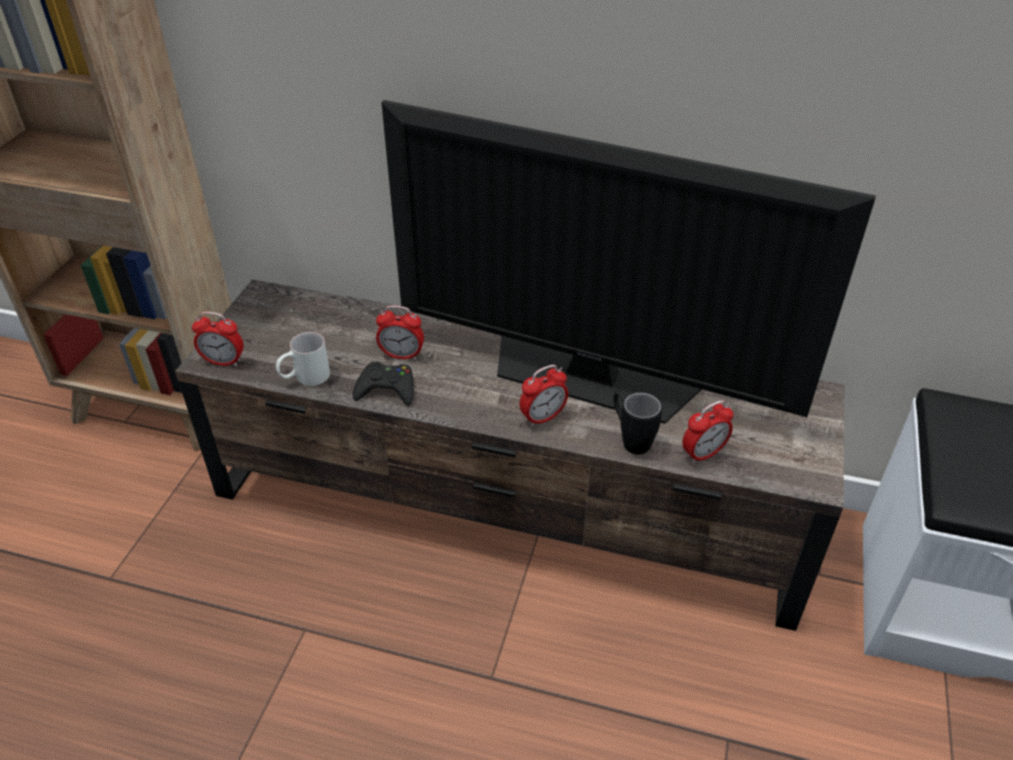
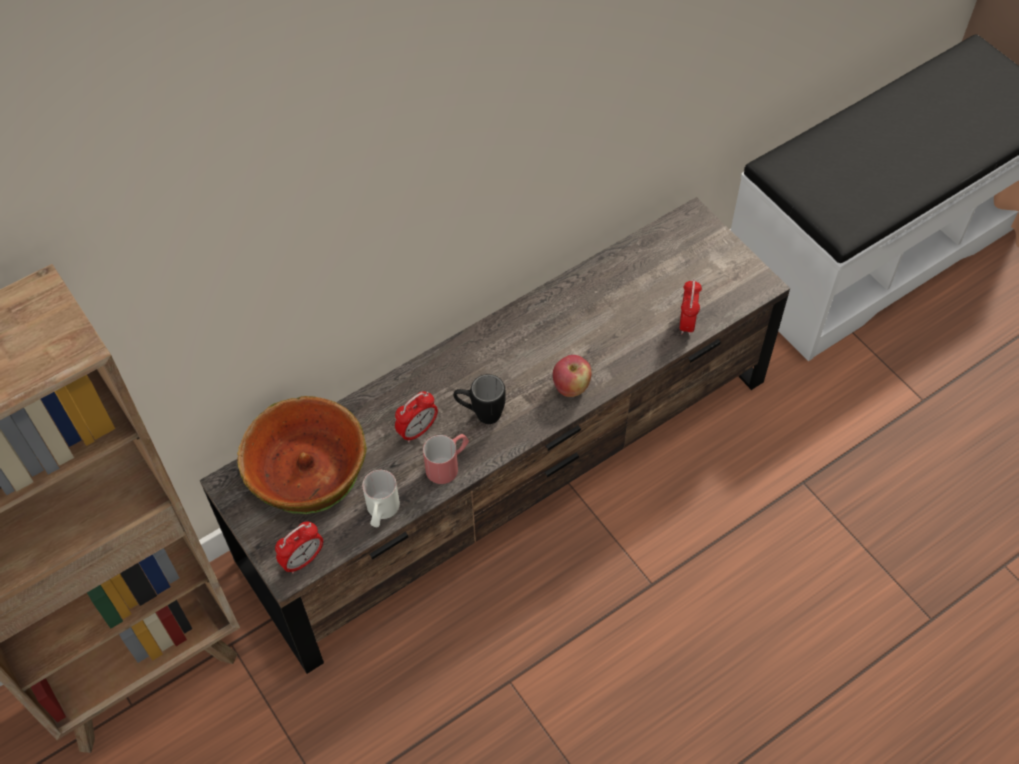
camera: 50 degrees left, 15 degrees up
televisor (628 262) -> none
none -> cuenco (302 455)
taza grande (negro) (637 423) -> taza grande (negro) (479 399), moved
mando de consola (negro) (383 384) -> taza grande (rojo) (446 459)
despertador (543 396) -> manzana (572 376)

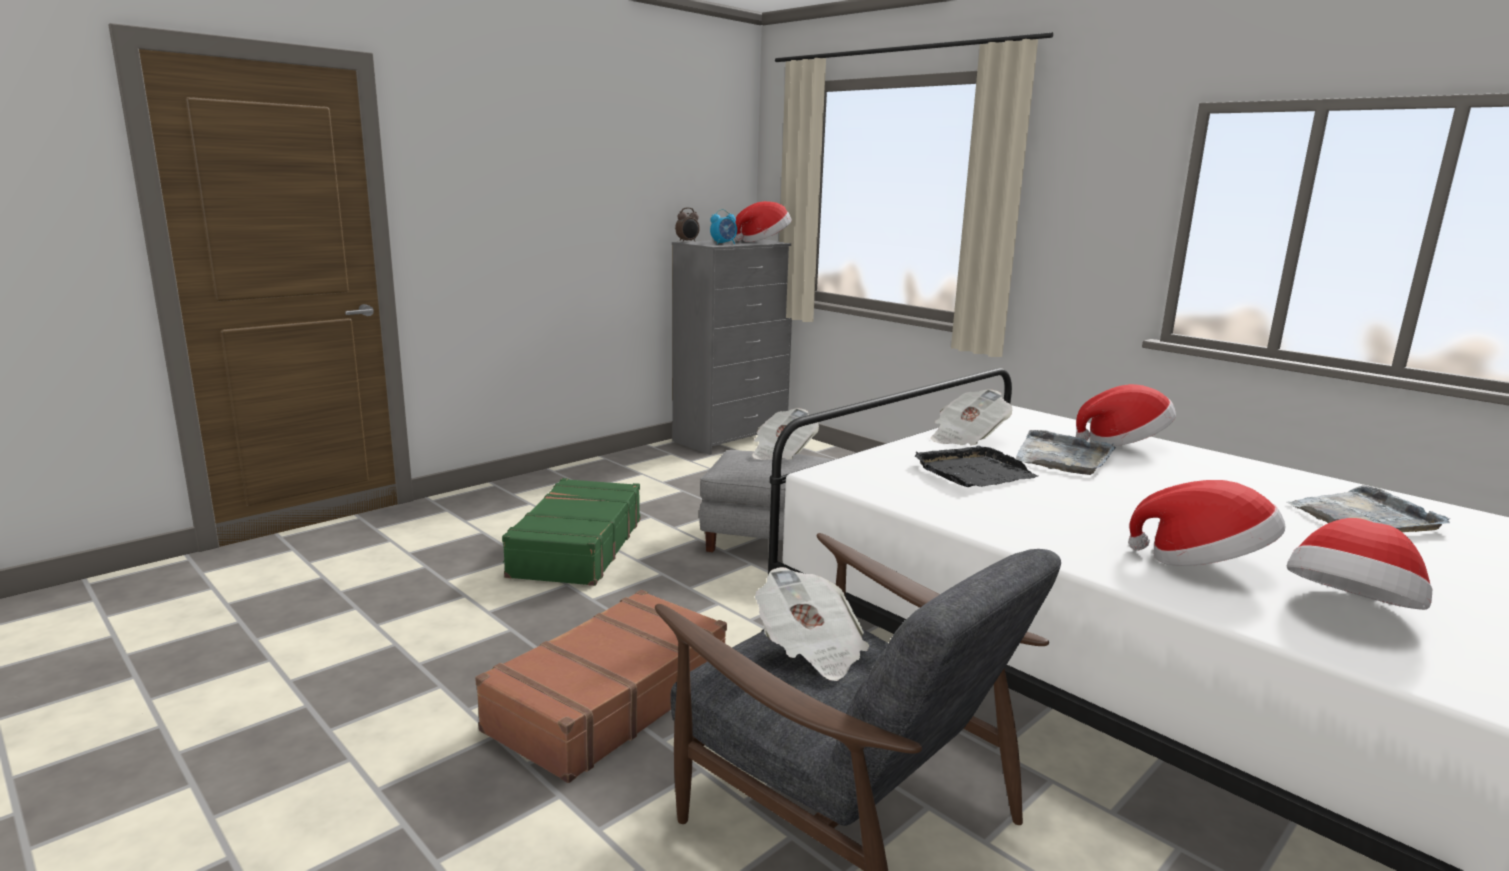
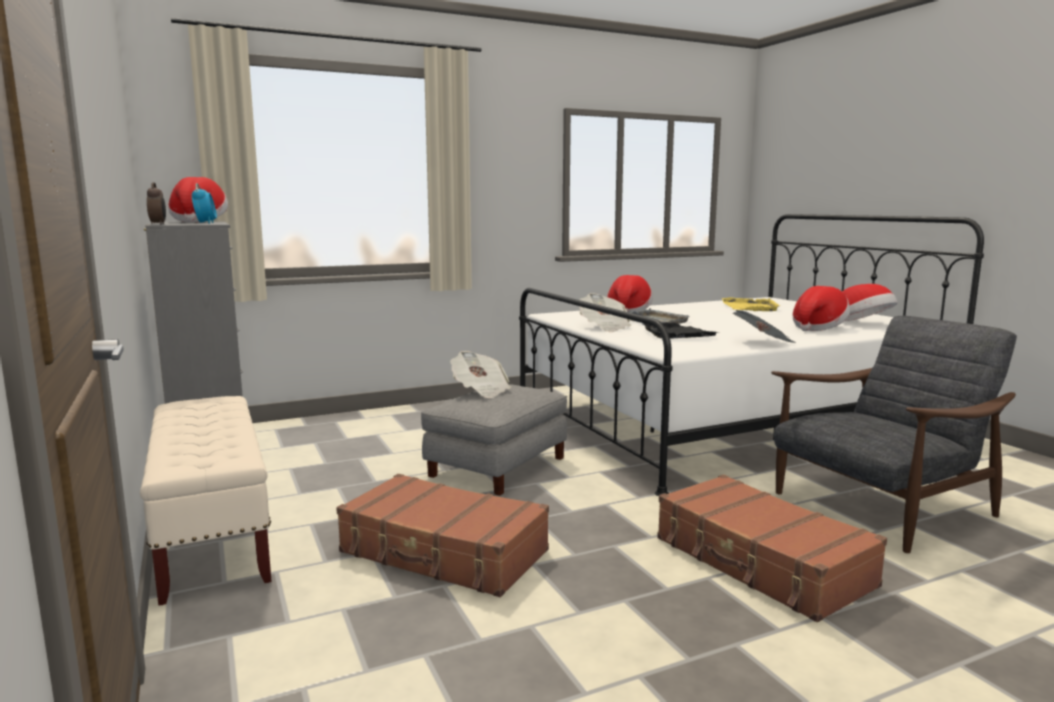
camera: 70 degrees left, 5 degrees down
none -> banco (beis) (206 500)
periódico (812 624) -> periódico (764 326), moved
maleta (verde) (571 532) -> maleta (marrón) (442 535)
bandeja (gris) (1368 508) -> bandeja (amarillo) (751 304)

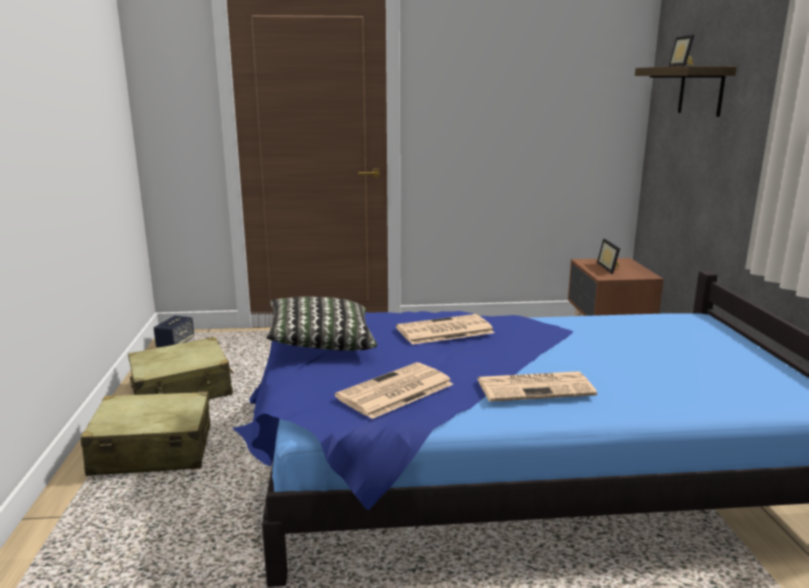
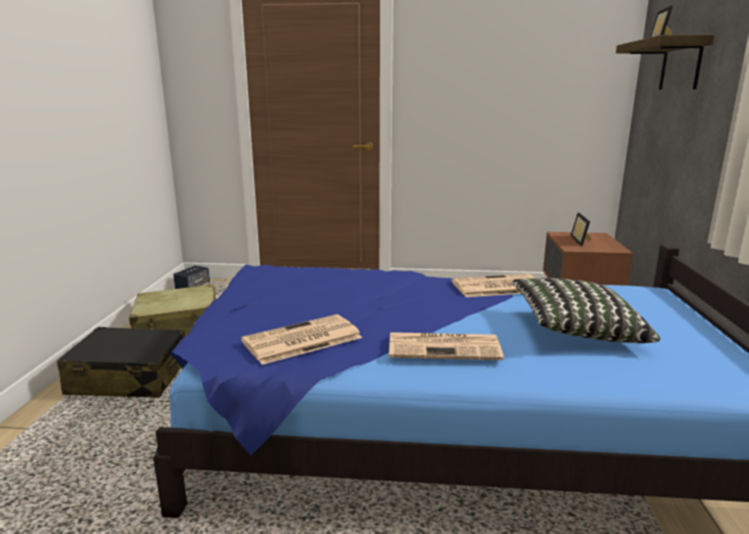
camera: 10 degrees right, 0 degrees up
cojín (321 324) -> cojín (585 310), moved
periódico (445 329) -> periódico (493 285), moved
maleta (beis) (145 433) -> maleta (negro) (121 362)

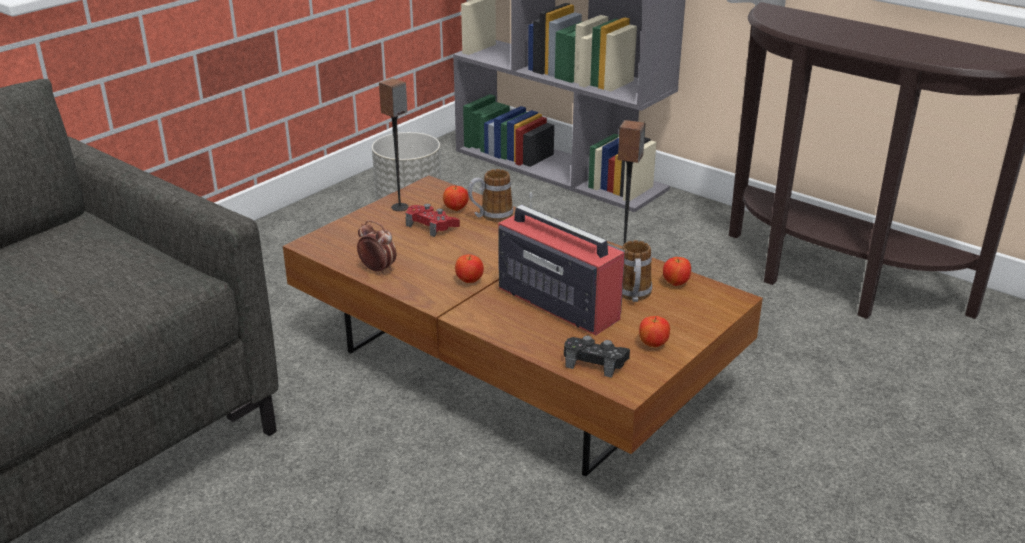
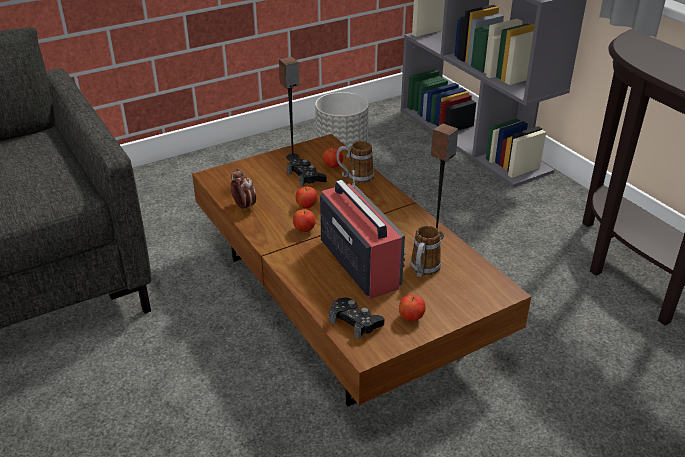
camera: 20 degrees right, 5 degrees up
manzana (677 271) -> manzana (307 197), moved
mando de consola (rojo) (433 220) -> mando de consola (negro) (307 172)

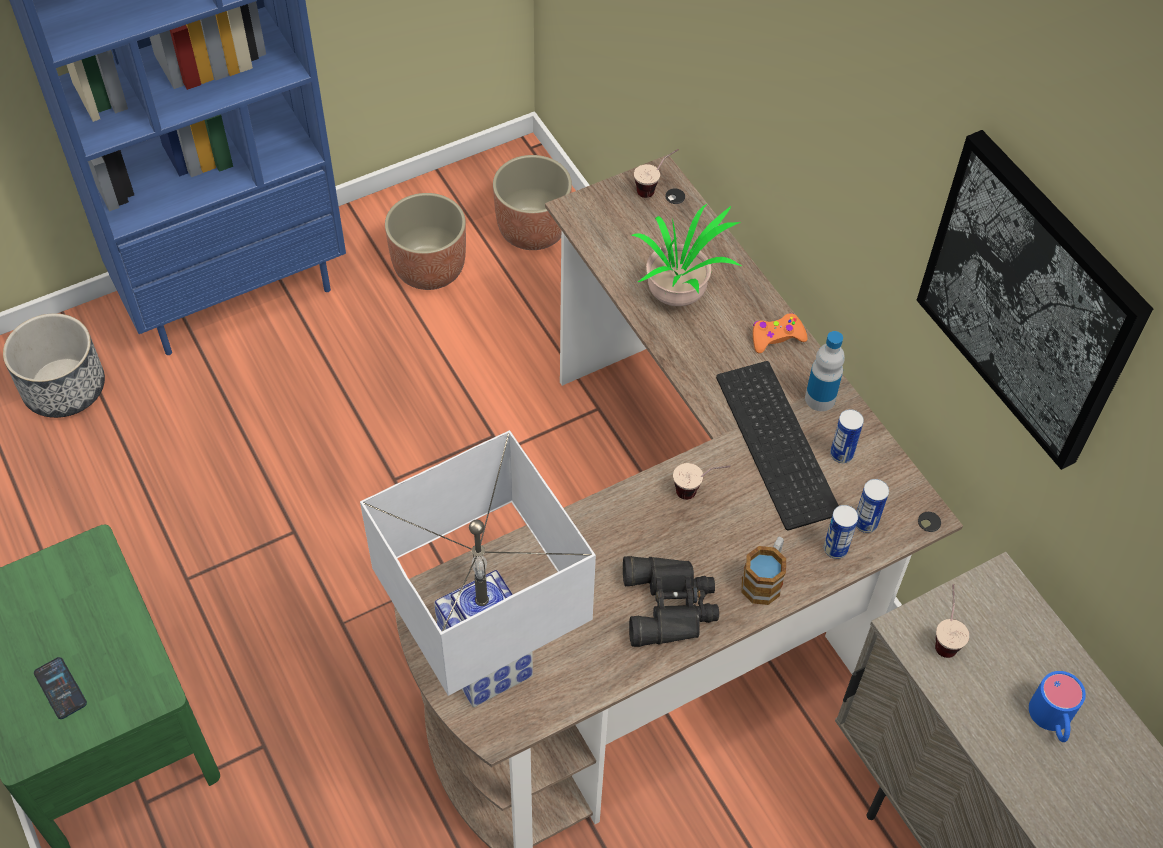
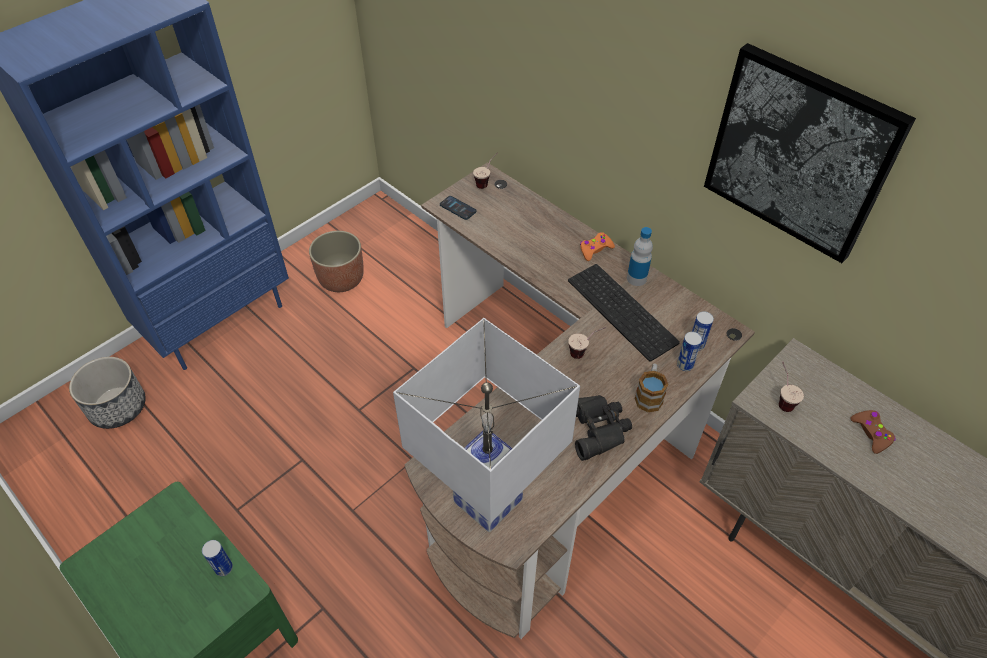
camera: 15 degrees left, 5 degrees down
maceta (532 202) -> none
planta en maceta (686 254) -> none
móvil (60 688) -> móvil (458 208), moved
lata (847 436) -> lata (217 558), moved
taza grande (azul) (1057 706) -> mando de consola (marrón) (873 432)

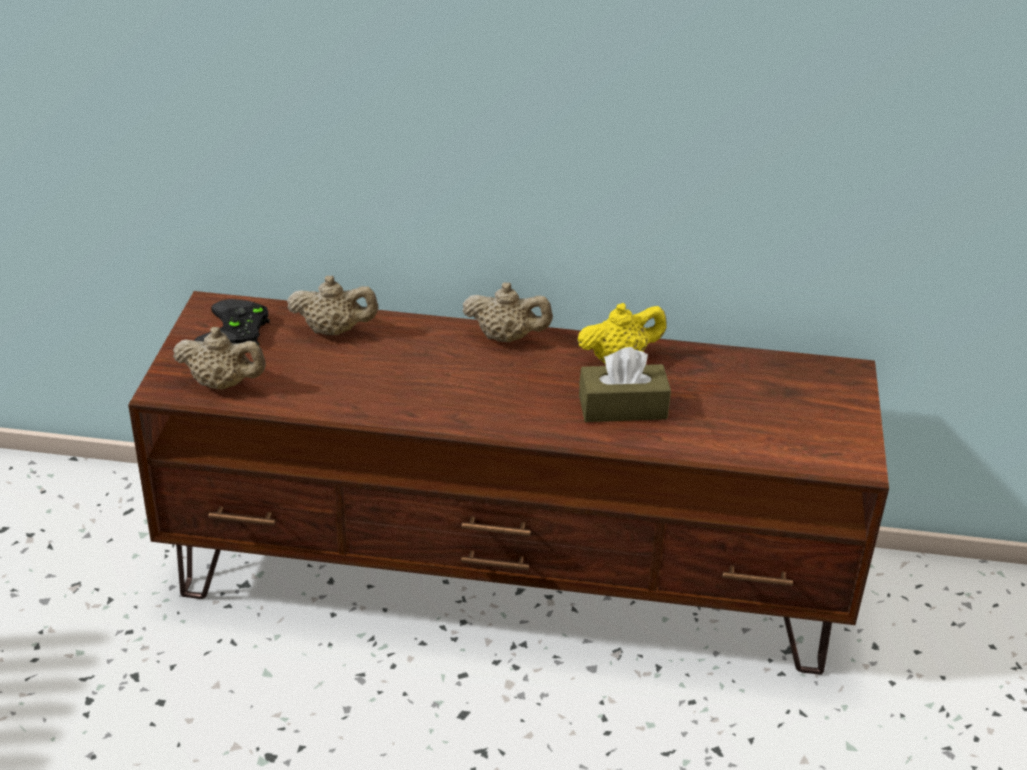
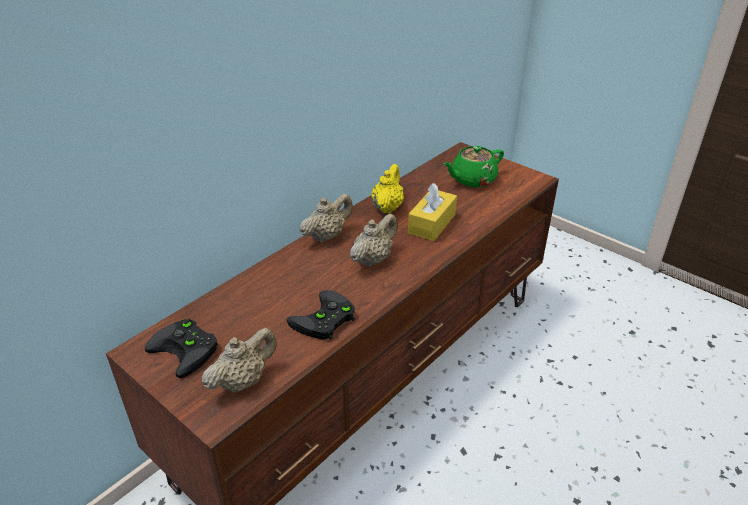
camera: 55 degrees left, 0 degrees up
none -> mando de consola (negro) (321 315)
none -> tetera (verde) (474 166)
tetera (beis) (332 305) -> tetera (beis) (374 240), moved
caja de pañuelos (marrón) (625 384) -> caja de pañuelos (amarillo) (432 212)

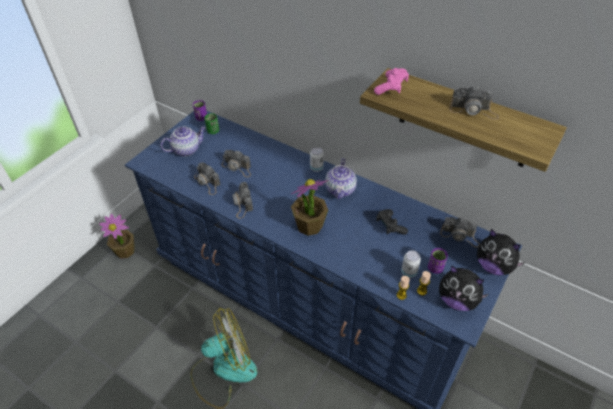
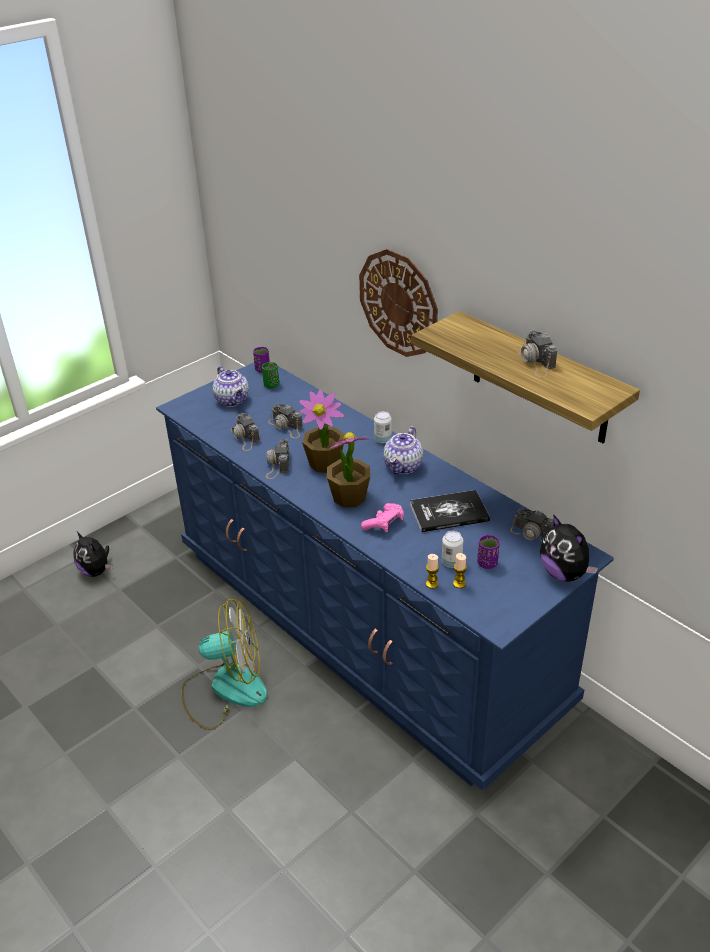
camera: 15 degrees right, 10 degrees down
none -> reloj de pared (398 303)
planta en maceta (117 236) -> planta en maceta (322 431), moved
mando de consola (rosa) (391 81) -> mando de consola (rosa) (382 517), moved
peluche (464 288) -> peluche (93 554), moved
mando de consola (negro) (392 222) -> libro (450 511)
tetera (183 141) -> tetera (231 386), 75 degrees clockwise
cámara (474 103) -> cámara (537 354), 45 degrees clockwise

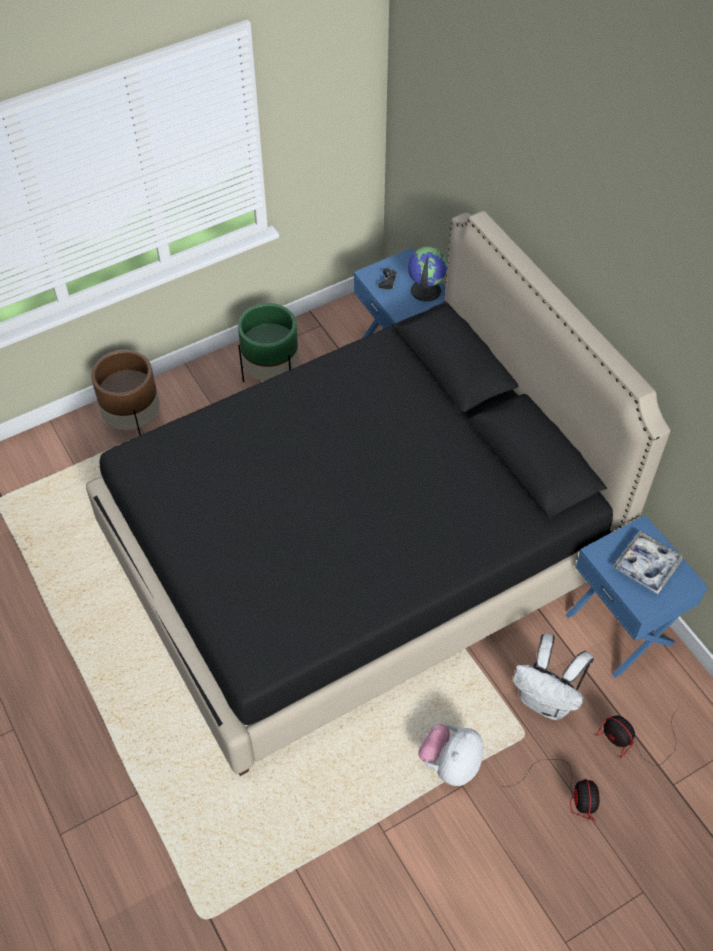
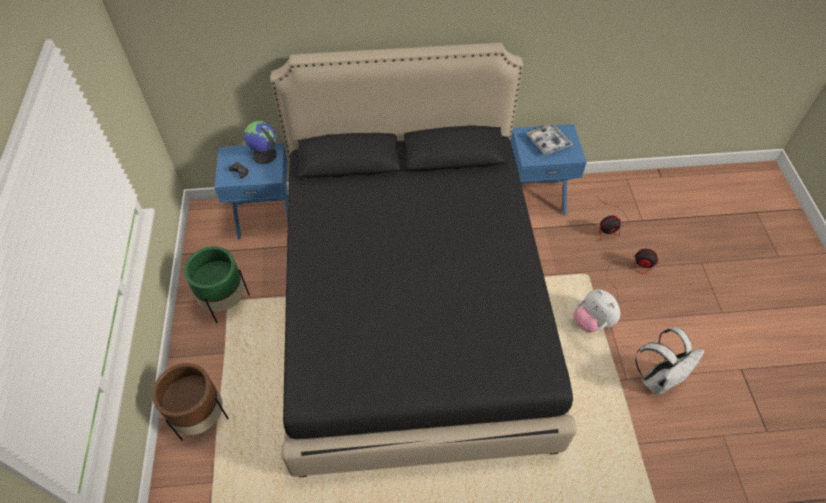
camera: 65 degrees left, 0 degrees up
mochila (blanco) (553 676) -> mochila (blanco) (669 361), moved

